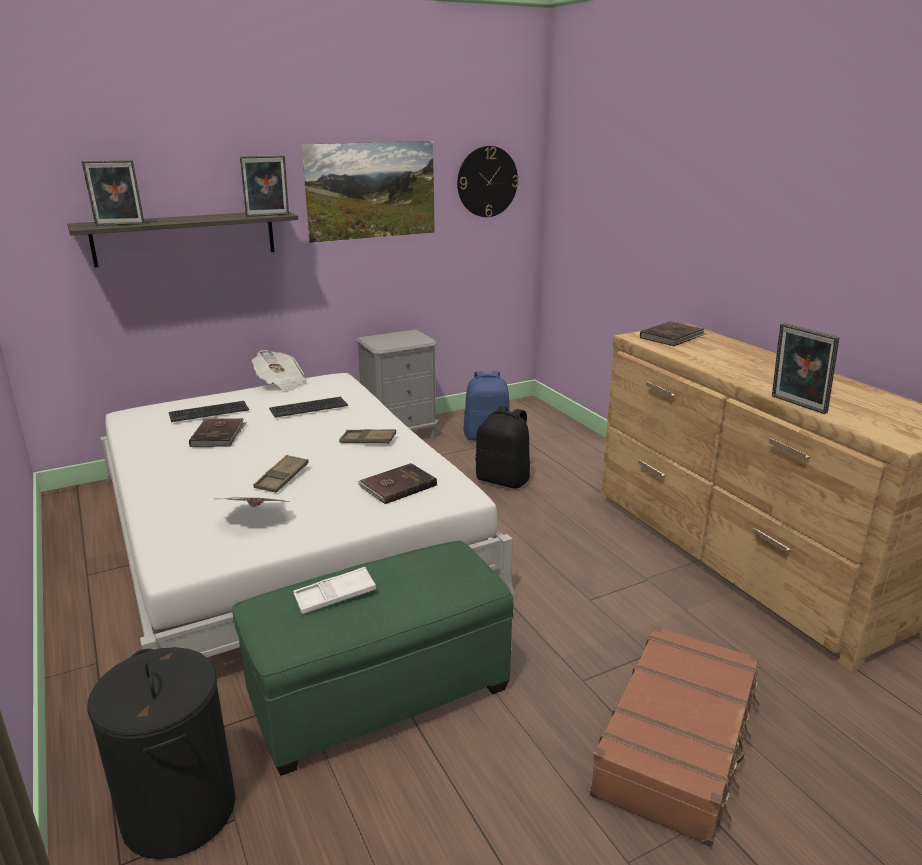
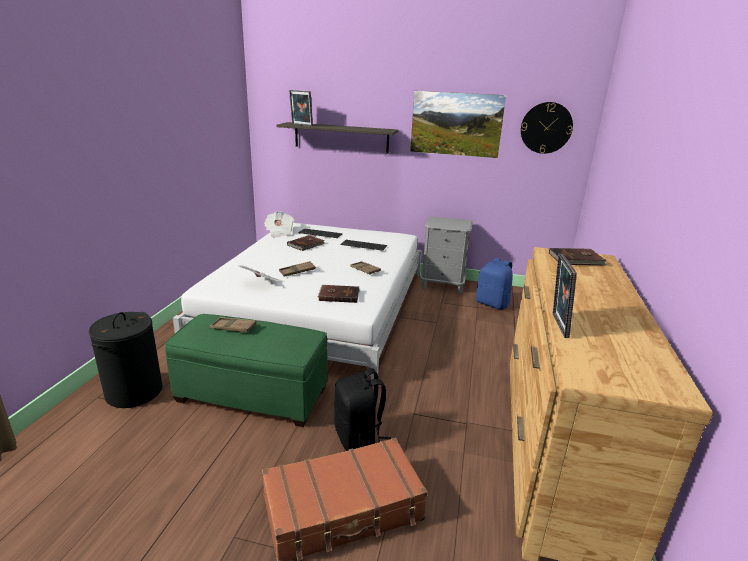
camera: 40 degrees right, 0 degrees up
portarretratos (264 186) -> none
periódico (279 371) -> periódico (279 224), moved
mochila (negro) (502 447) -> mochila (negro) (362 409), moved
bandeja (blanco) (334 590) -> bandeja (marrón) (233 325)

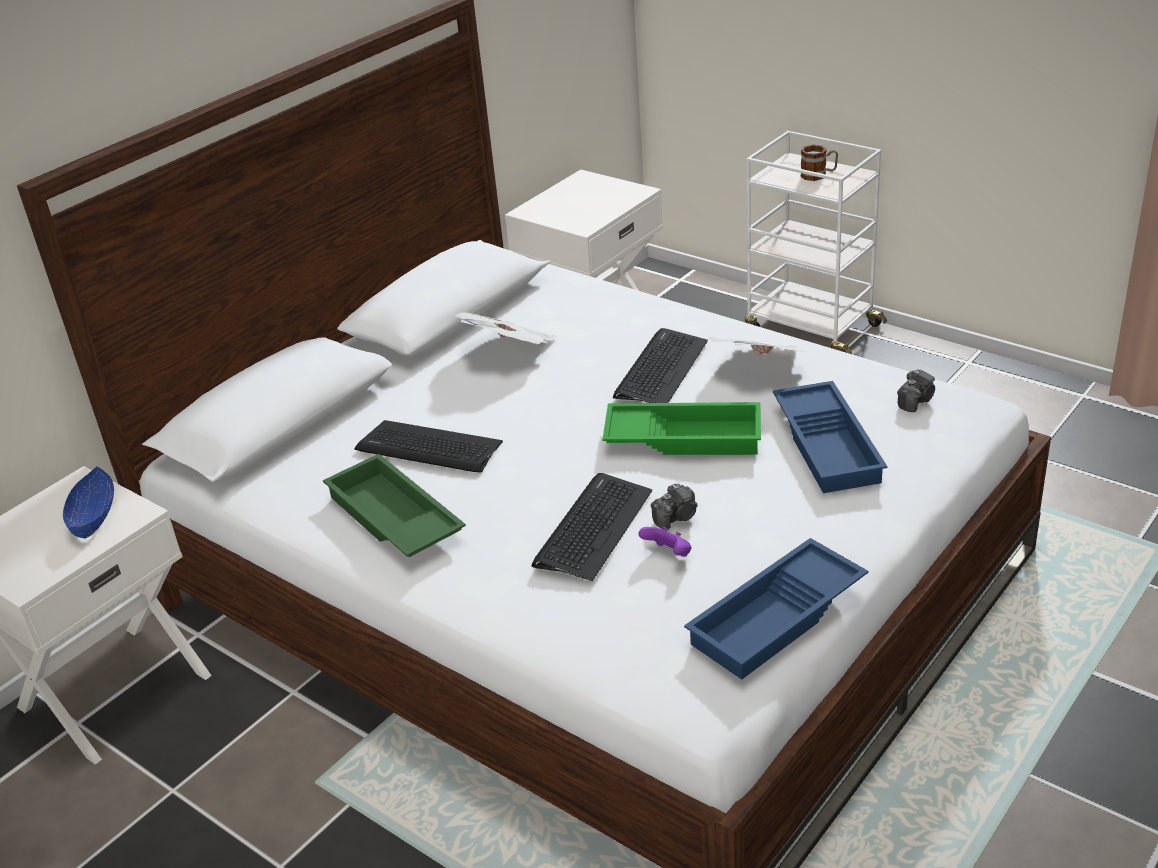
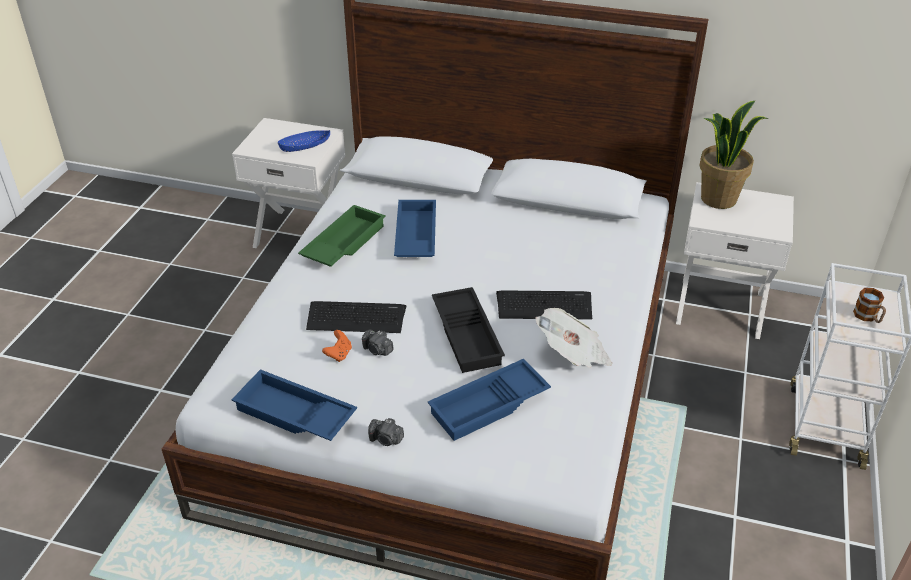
camera: 65 degrees right, 5 degrees up
periódico (505 328) -> none
none -> planta en maceta (734 155)
cámara (916 390) -> cámara (386 432), moved
teclado (429 446) -> bandeja (azul) (415 228)
bandeja (verde) (681 428) -> bandeja (negro) (468 330)
mando de consola (morado) (665 542) -> mando de consola (naranja) (337 346)

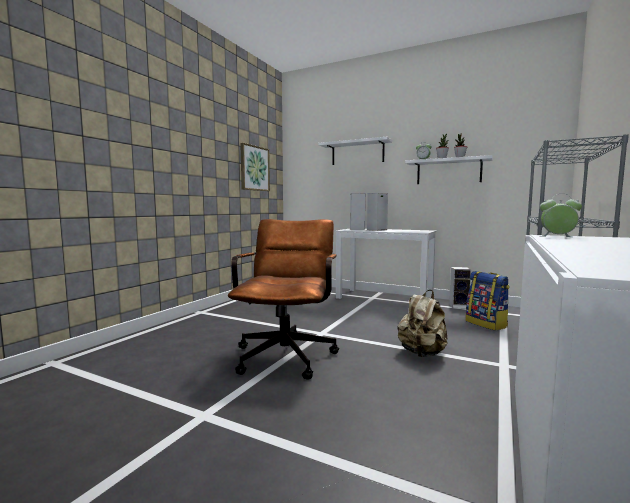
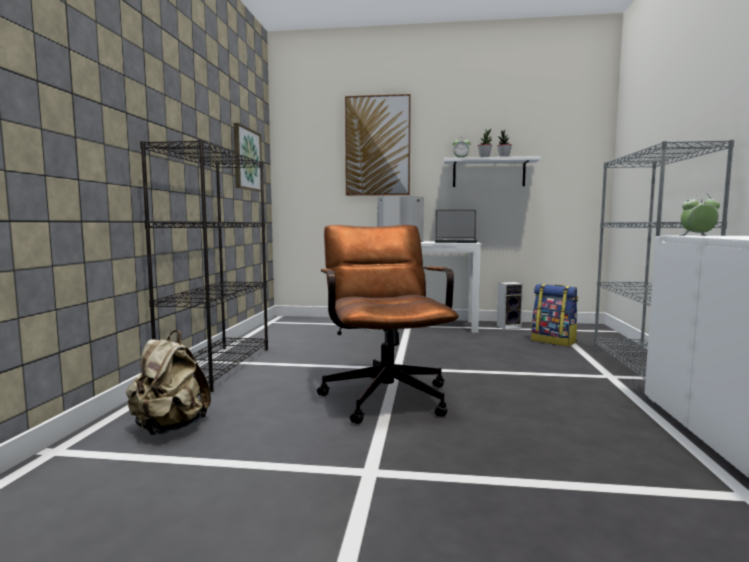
camera: 20 degrees left, 0 degrees up
none -> estantería (negro) (204 266)
none -> portátil (456 226)
mochila (beis) (422 323) -> mochila (beis) (168 382), moved
estante (blanco) (355 151) -> cuadro (378 145)

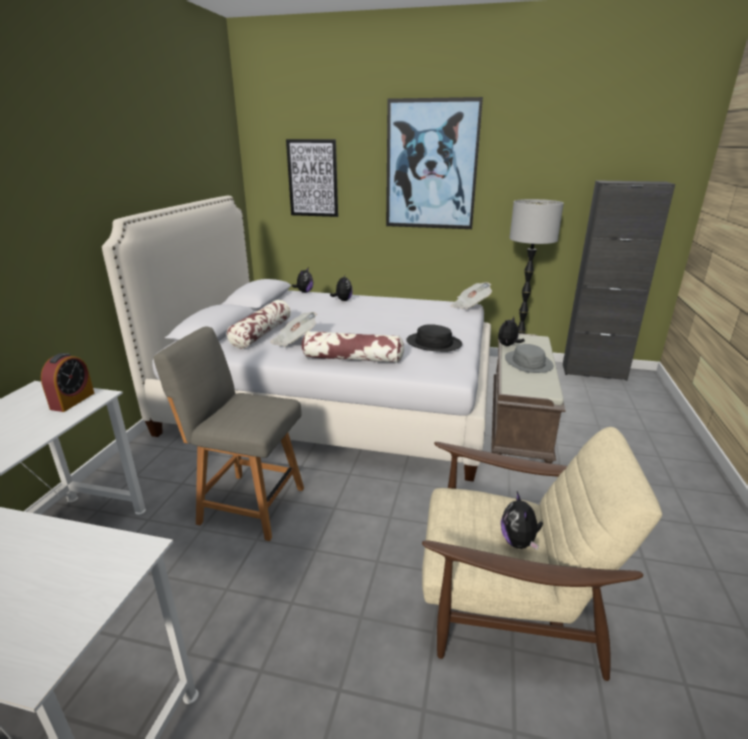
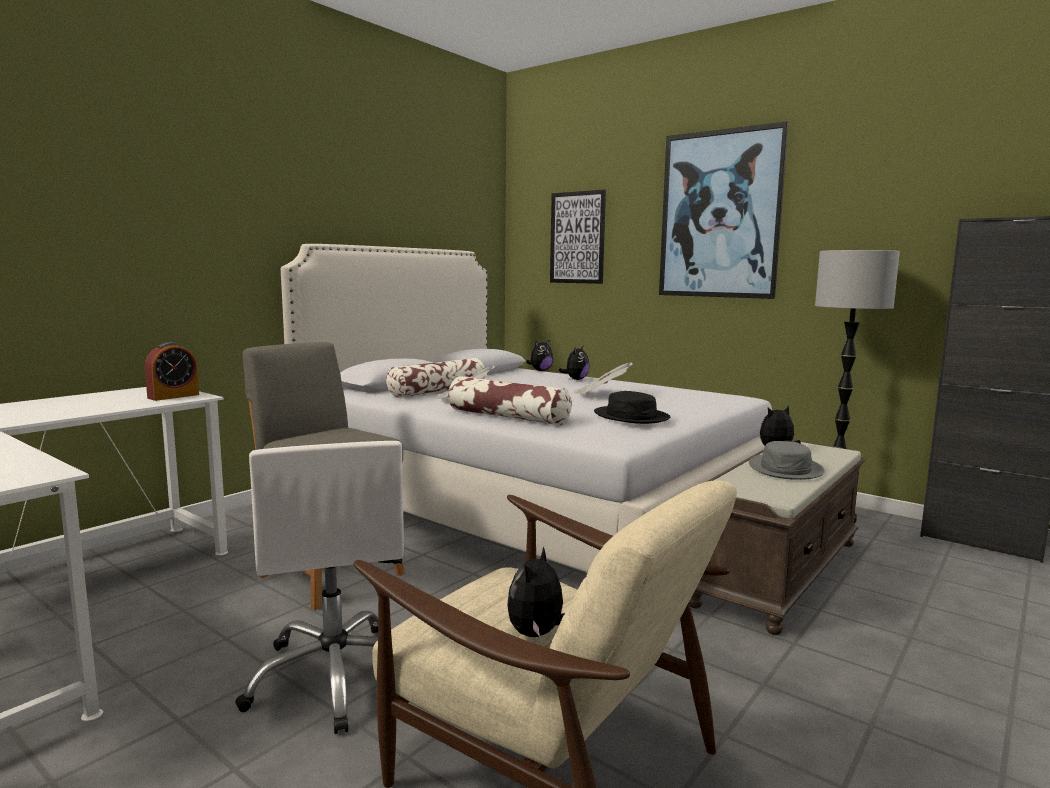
camera: 25 degrees right, 15 degrees down
none -> silla de oficina (blanco) (319 587)
periódico (471 296) -> periódico (603 378), moved

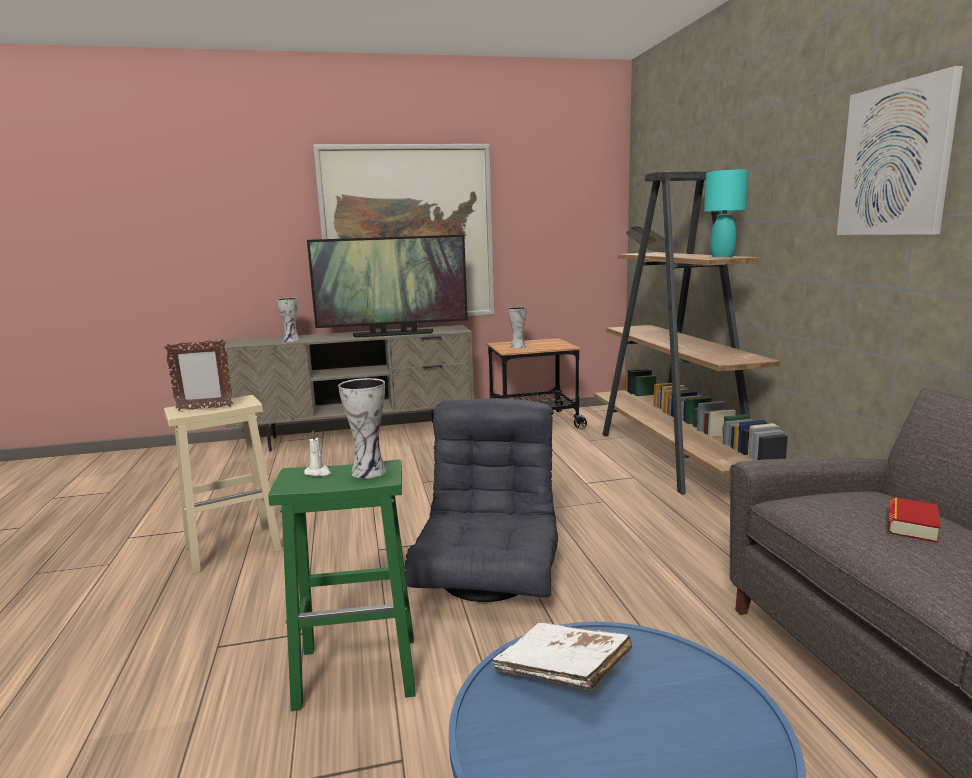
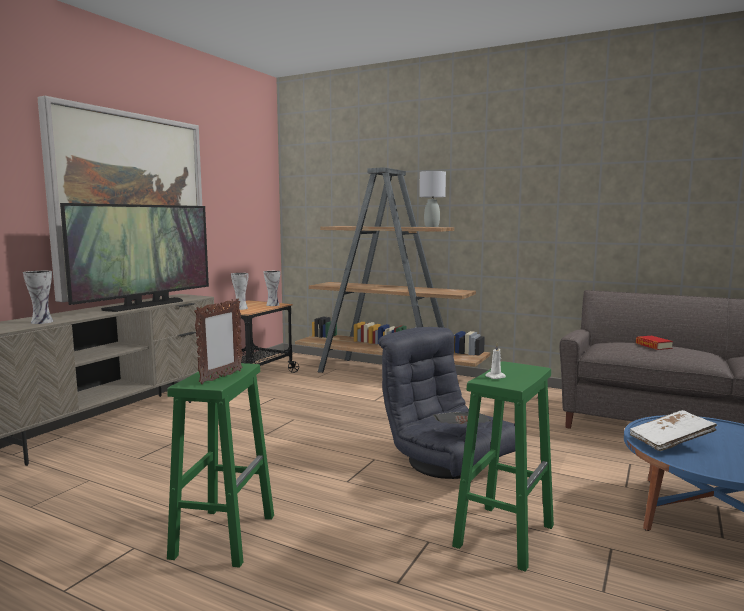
camera: 50 degrees left, 5 degrees down
cuadro (900 150) -> none
florero (362 428) -> florero (272 288), moved
periódico (650 239) -> periódico (462 418), moved
taburete (beis) (223 484) -> taburete (verde) (220 465)
lámpara de mesa (turquesa) (726 213) -> lámpara de mesa (gris) (432 199)

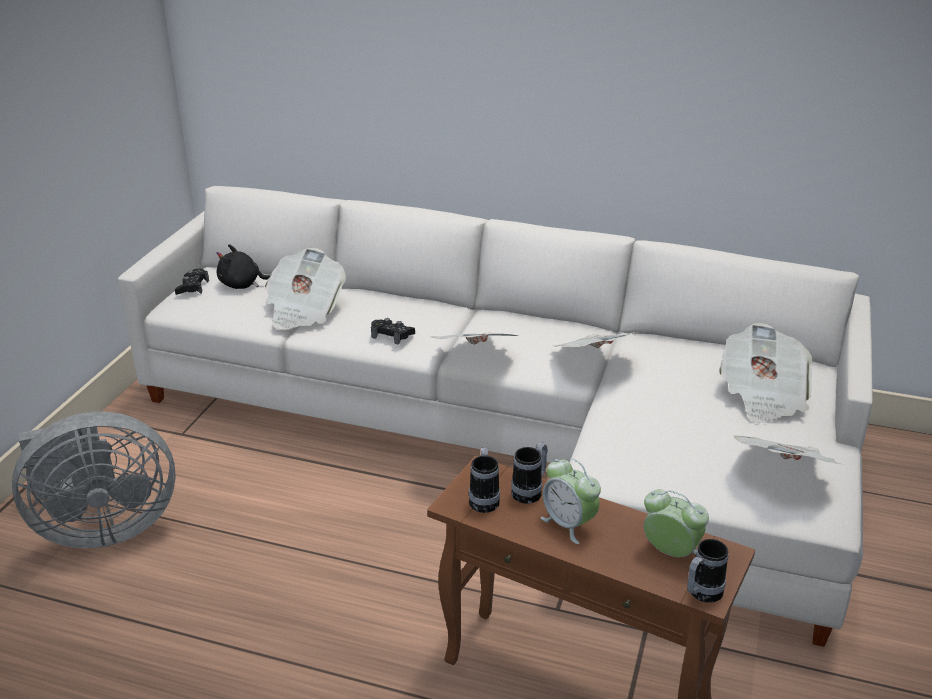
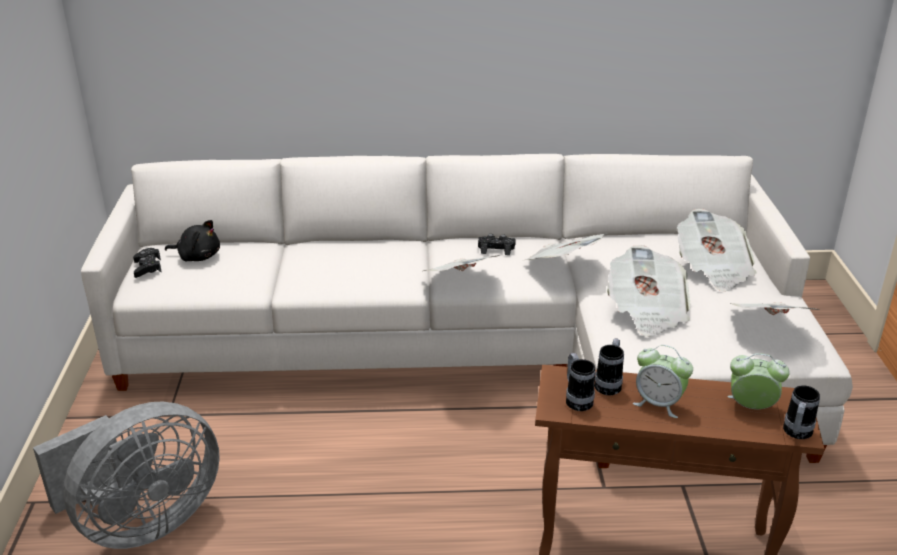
camera: 20 degrees left, 0 degrees up
periódico (305 288) -> periódico (648 291), moved
mando de consola (negro) (393 331) -> mando de consola (negro) (497 244), moved
peluche (negro) (243 266) -> peluche (negro) (192 240), 150 degrees counterclockwise

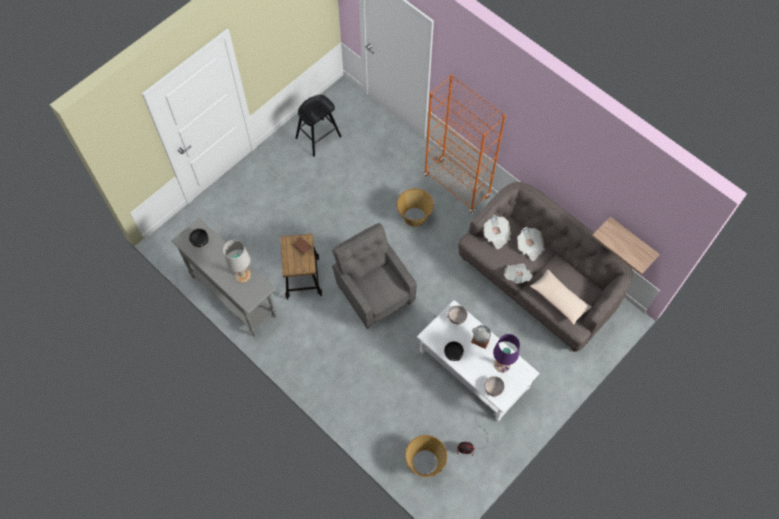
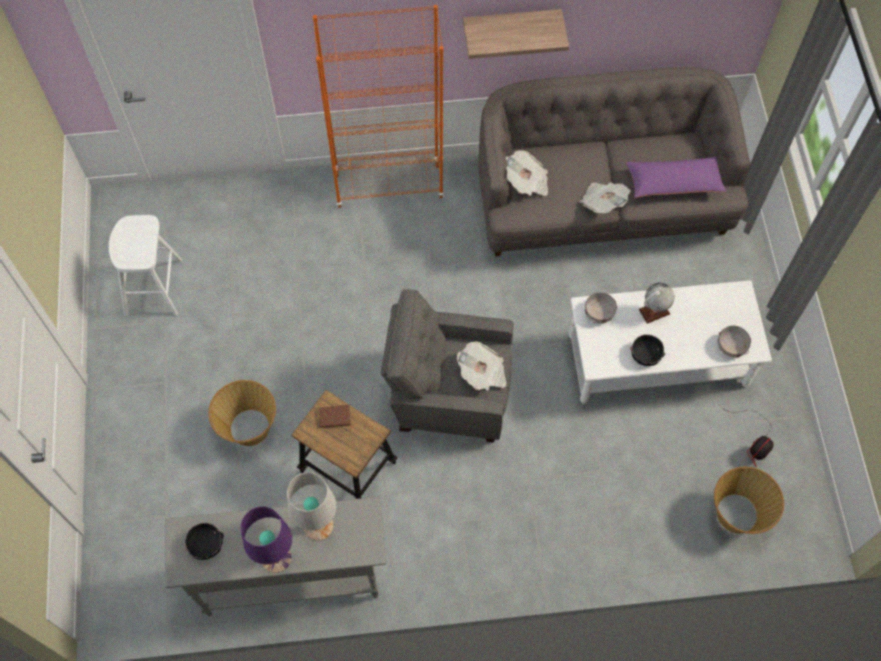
camera: 50 degrees left, 0 degrees up
cesta (415 207) -> cesta (242 413), moved
lámpara de mesa (morado) (506 353) -> lámpara de mesa (morado) (266 539), moved
periódico (531 244) -> periódico (481 366), moved
estante (626 246) -> estante (516 34), moved
taburete (negro) (319 126) -> taburete (blanco) (145 265)
cojín (beis) (561 297) -> cojín (morado) (676 177)

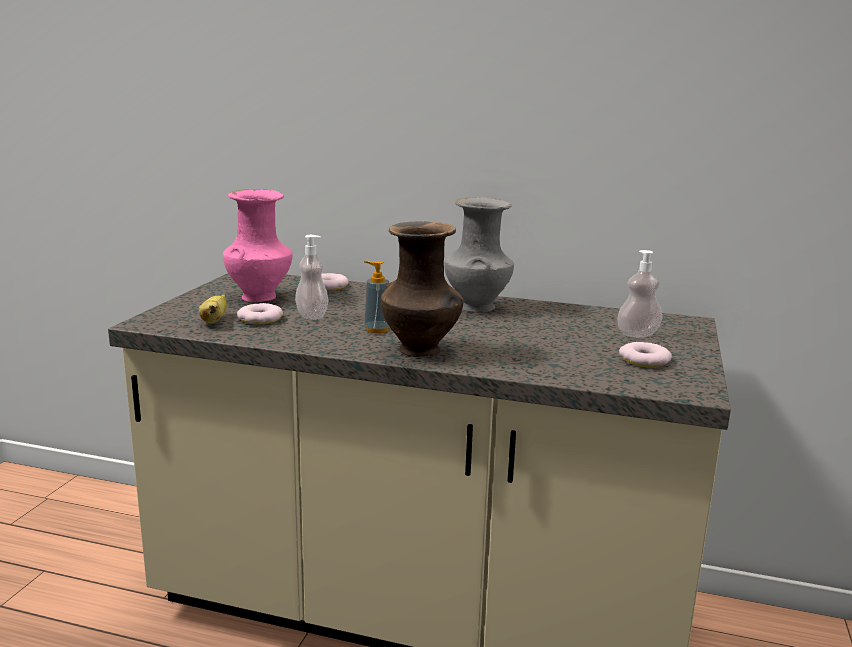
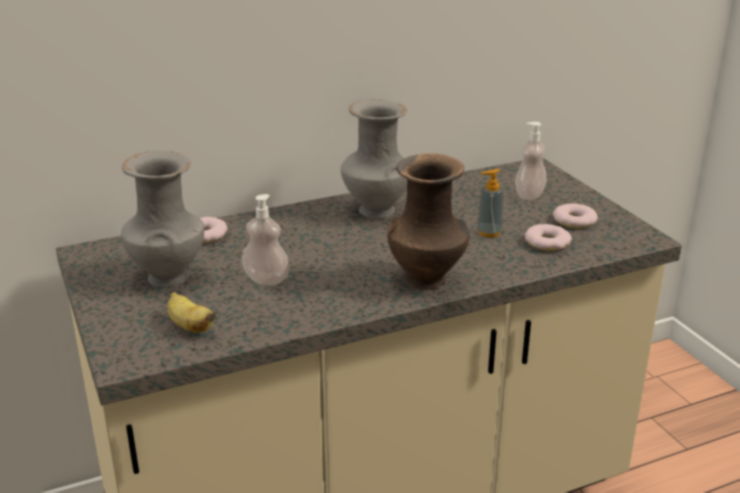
camera: 40 degrees left, 10 degrees up
rosquilla (260 314) -> rosquilla (548 237), moved
dispensador de jabón (377 297) -> dispensador de jabón (490 203), moved
florero (rosa) (258 245) -> florero (gris) (162 219)

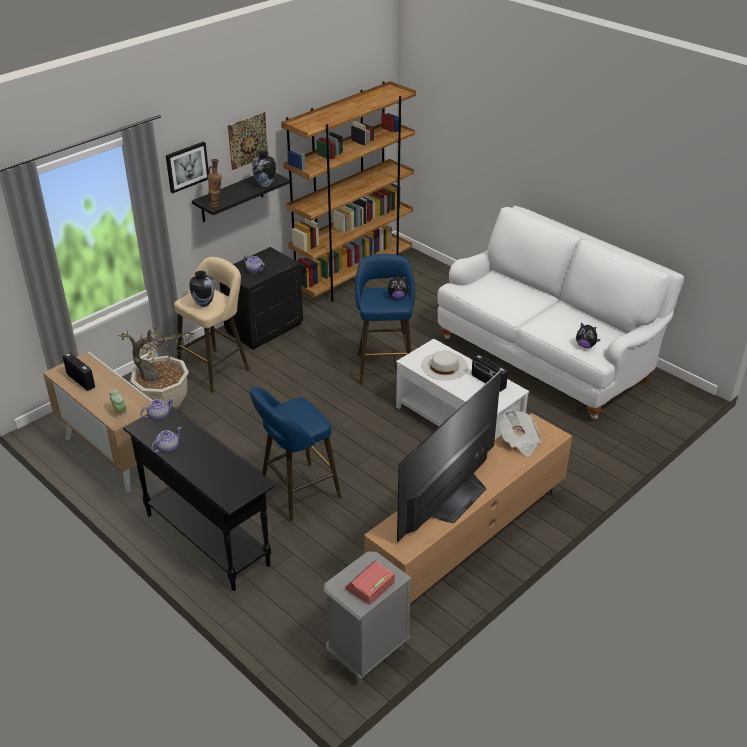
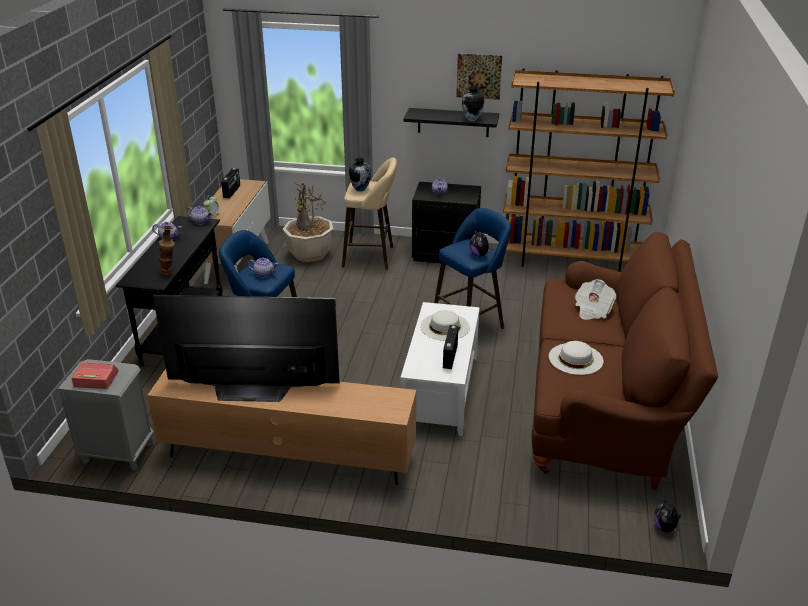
camera: 55 degrees right, 5 degrees down
cuadro (187 167) -> none
none -> tetera (263 268)
none -> sombrero (blanco) (576 358)
florero (215 183) -> florero (167 250), moved
periódico (520 432) -> periódico (595 299), moved
peluche (588 335) -> peluche (667 515), moved
sofá (blanco) (560 312) -> sofá (marrón) (625 361)

